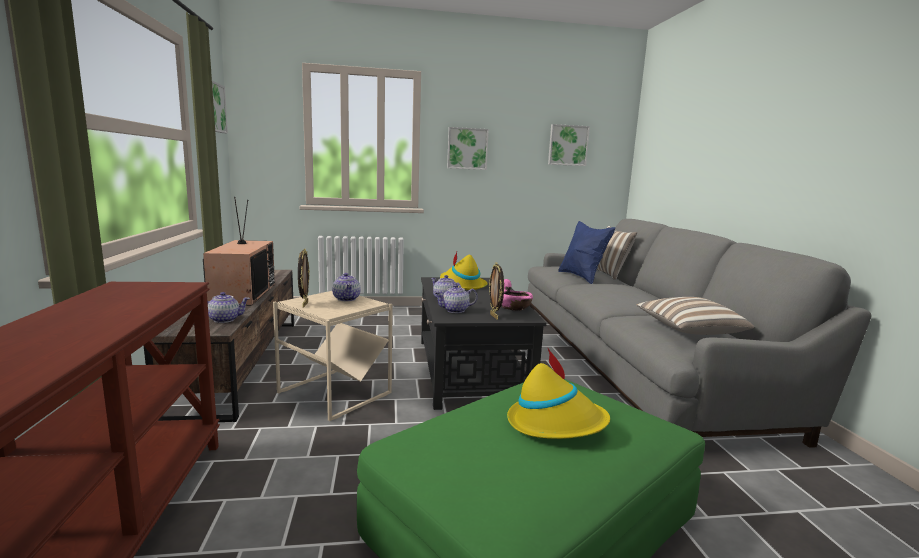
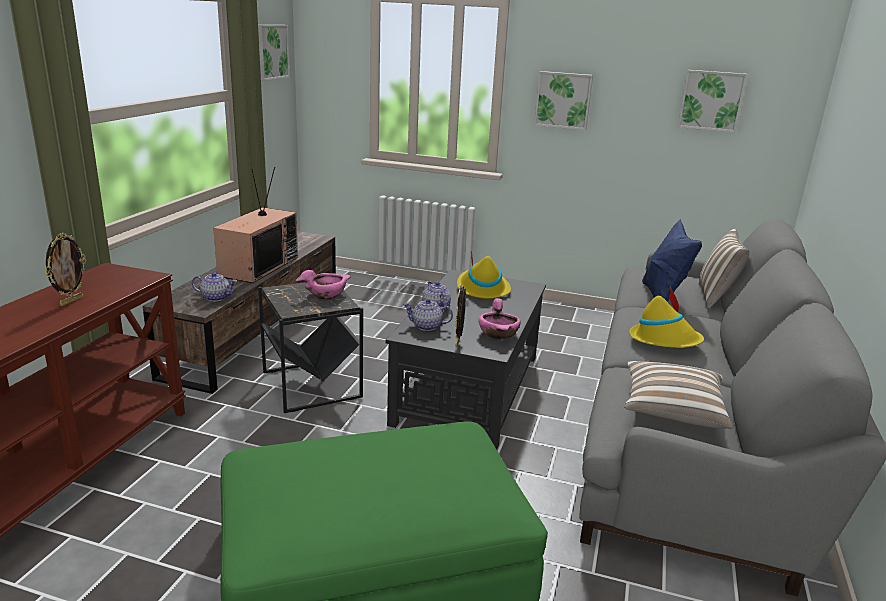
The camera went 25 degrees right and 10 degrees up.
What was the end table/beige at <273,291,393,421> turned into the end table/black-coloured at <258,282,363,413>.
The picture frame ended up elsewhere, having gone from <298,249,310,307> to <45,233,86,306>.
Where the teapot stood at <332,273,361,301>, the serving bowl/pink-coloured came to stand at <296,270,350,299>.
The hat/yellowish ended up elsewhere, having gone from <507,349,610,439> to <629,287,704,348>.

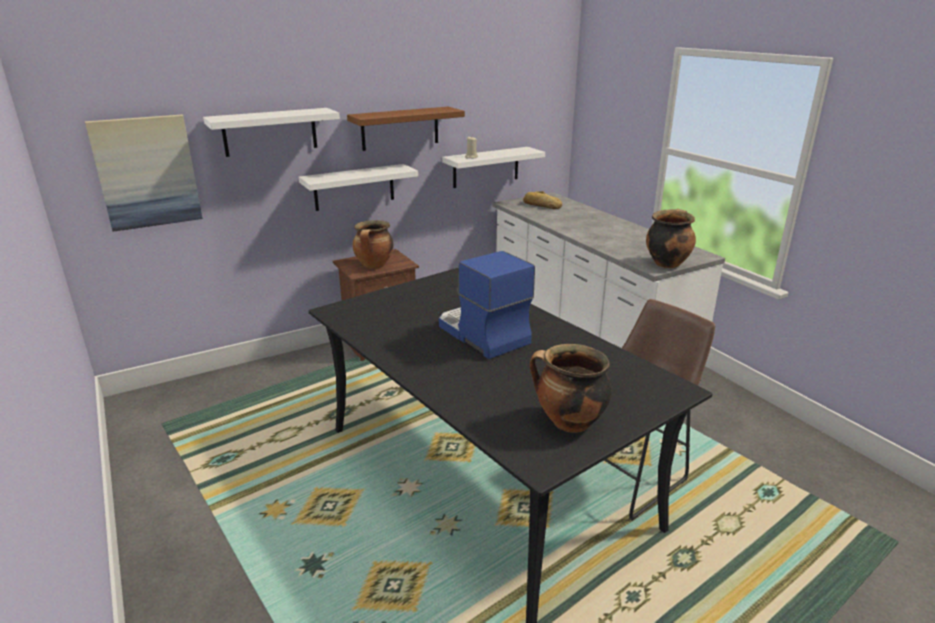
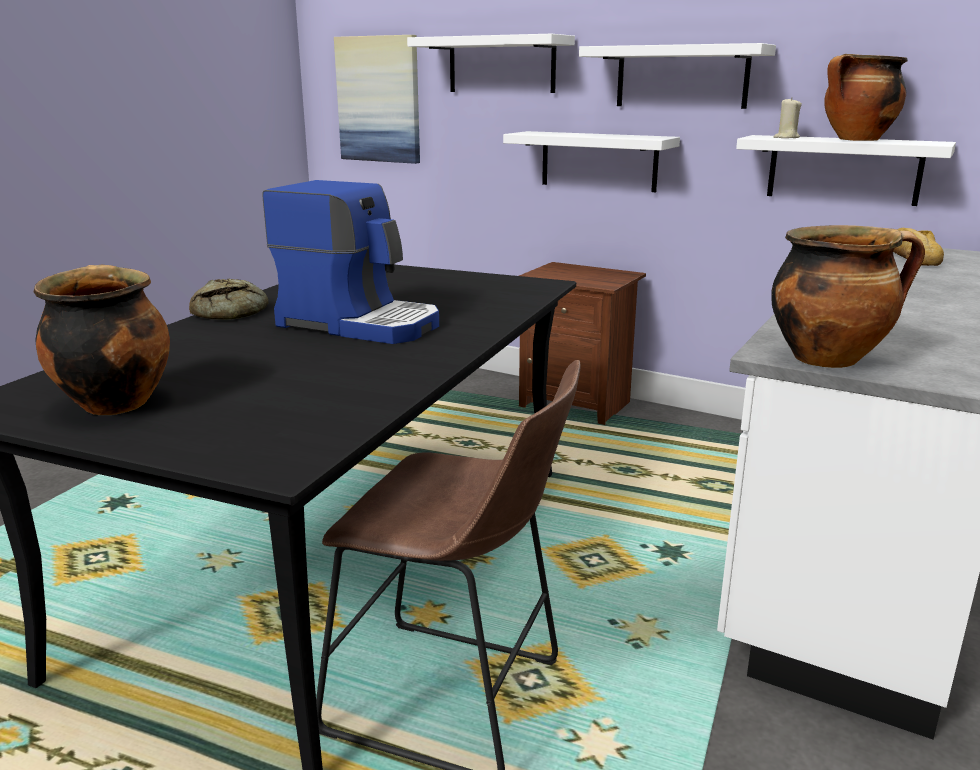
The camera went 60 degrees right and 5 degrees down.
What was the bracket shelf/brown-coloured at <347,107,465,151> turned into the bracket shelf/white-coloured at <579,43,776,109>.
The stockpot ended up elsewhere, having gone from <352,220,394,269> to <824,54,908,141>.
The coffee maker at <439,251,535,359> ended up facing another way, 90 degrees clockwise from before.
The second view gained the bakery bread at <189,279,269,320>.

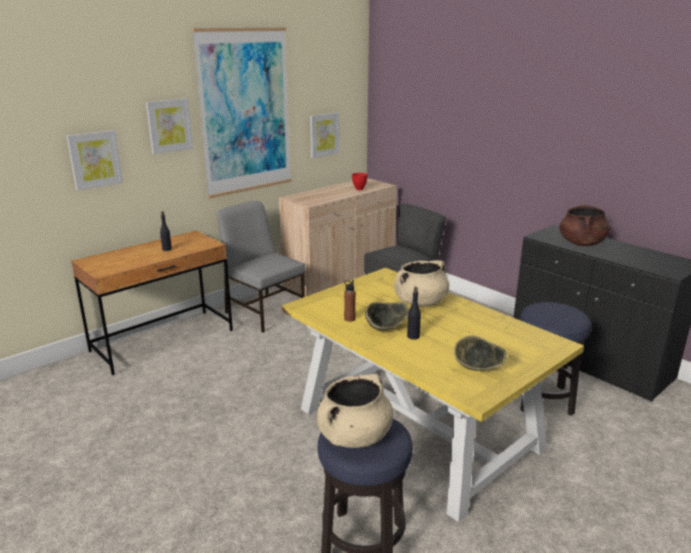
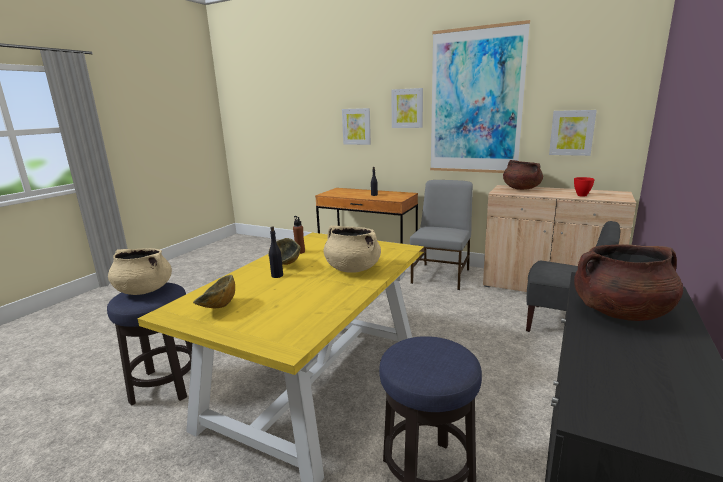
The camera went 70 degrees right and 5 degrees down.
The second view gained the stockpot/brown-coloured at <503,160,543,190>.

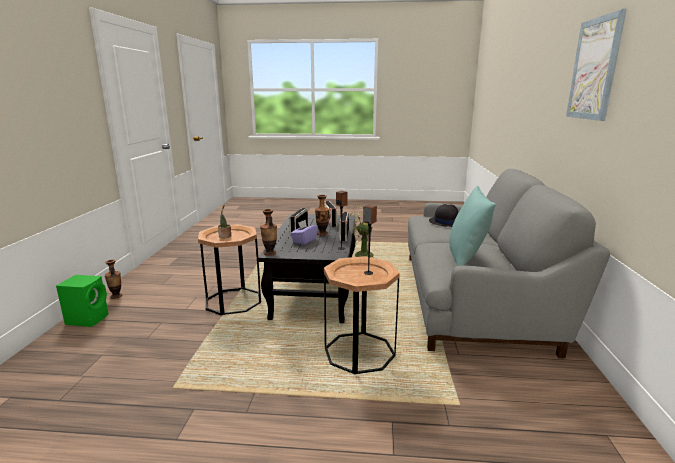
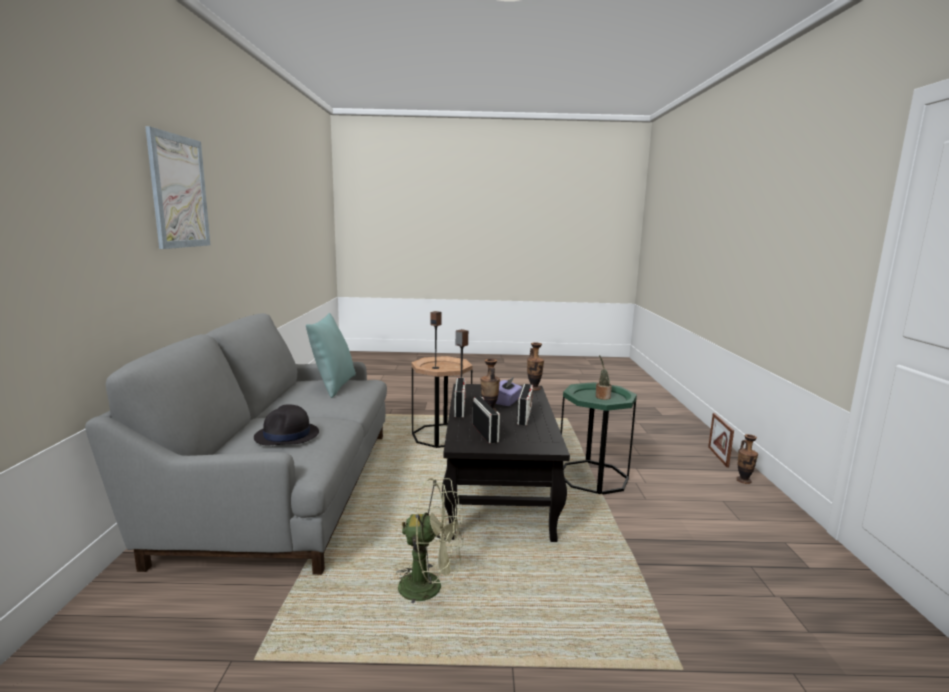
The camera went 175 degrees right and 5 degrees down.
Where the loudspeaker/green stood at <56,275,109,327>, the picture frame came to stand at <708,413,734,468>.
What was the end table/brown-coloured at <198,224,261,316> turned into the end table/green at <561,382,637,495>.

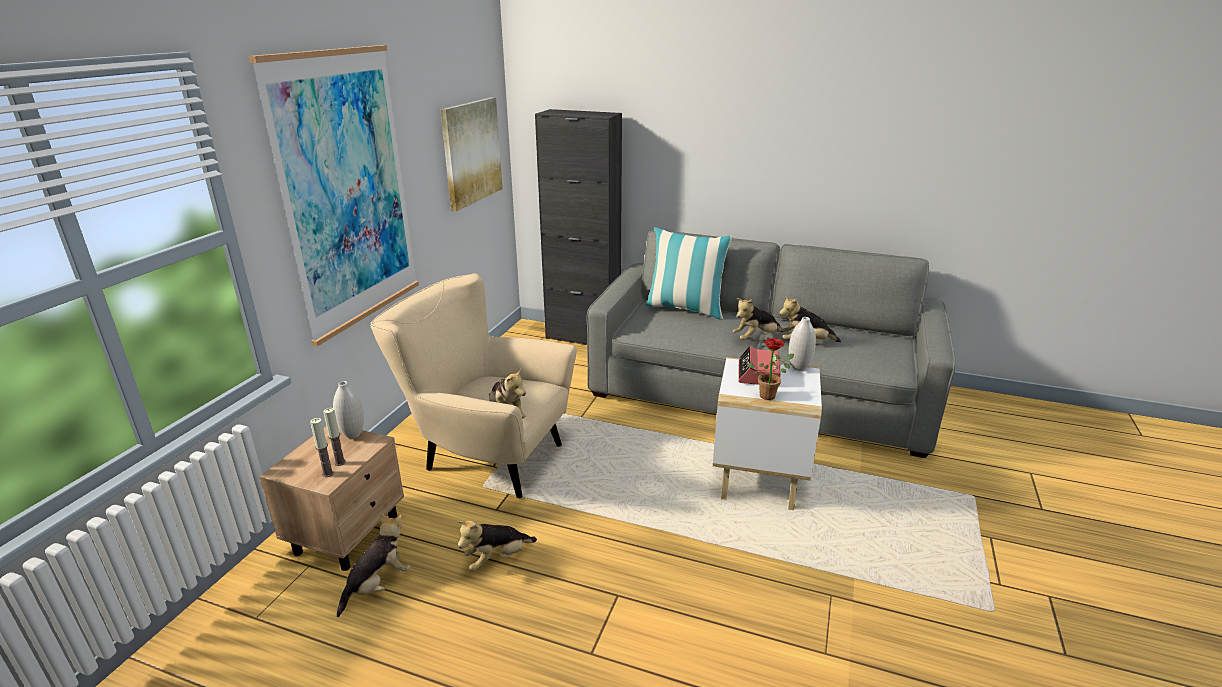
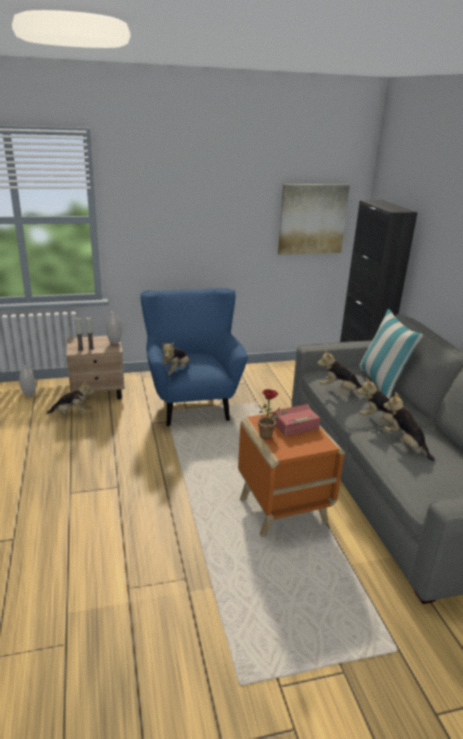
The camera went 55 degrees right and 0 degrees up.
The second view lost the wall art at <248,45,419,346>.
What was the lounge chair/beige at <371,273,577,499> turned into the lounge chair/blue-coloured at <141,288,248,427>.
The plush toy ended up elsewhere, having gone from <457,521,537,571> to <317,350,366,396>.
What was the end table/white-coloured at <713,357,822,510> turned into the end table/orangey at <238,413,345,537>.
The vase/white-coloured ended up elsewhere, having gone from <789,317,816,371> to <19,365,36,397>.

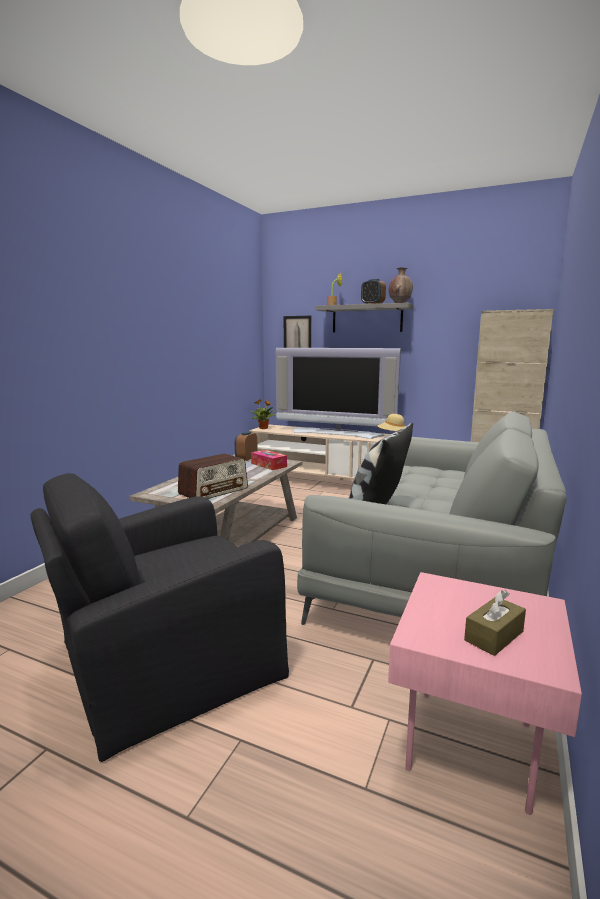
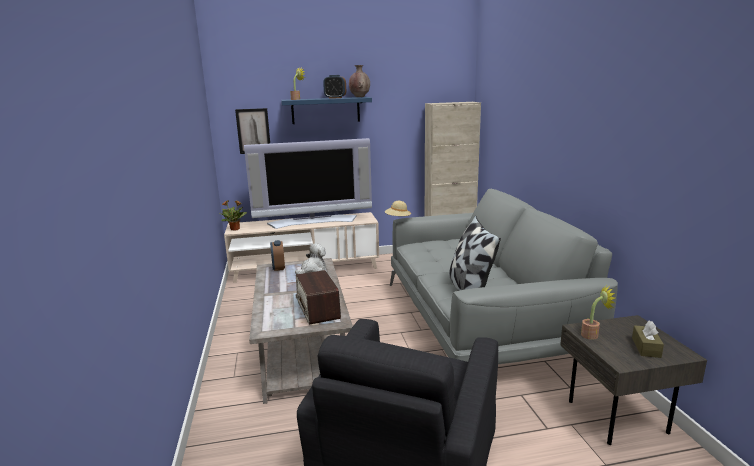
The camera went 35 degrees left and 5 degrees up.
The radio set at <178,454,248,499> ended up facing another way, 150 degrees clockwise from before.
Where the box of tissues stood at <251,450,287,470>, the plush toy came to stand at <295,243,326,275>.
What was the bracket shelf/greyish at <316,303,413,332> turned into the bracket shelf/blue-coloured at <281,97,372,124>.
What was the end table/pink-coloured at <388,572,582,815> turned into the end table/greyish at <560,315,707,445>.
The second view gained the plant in a pot at <581,285,615,340>.

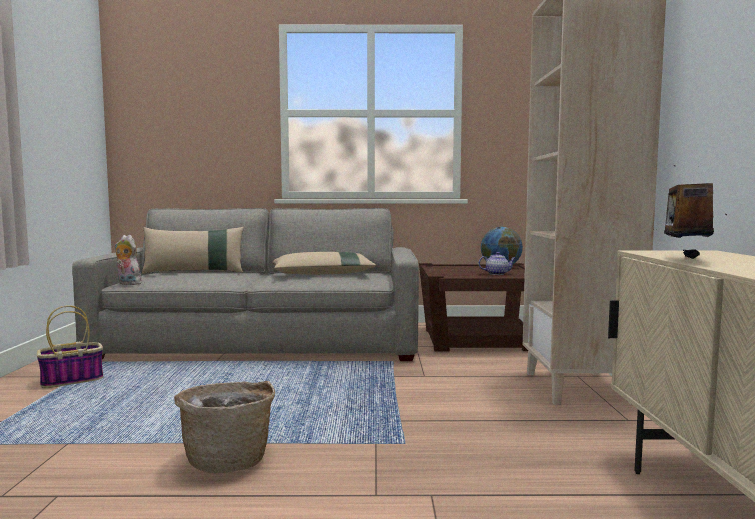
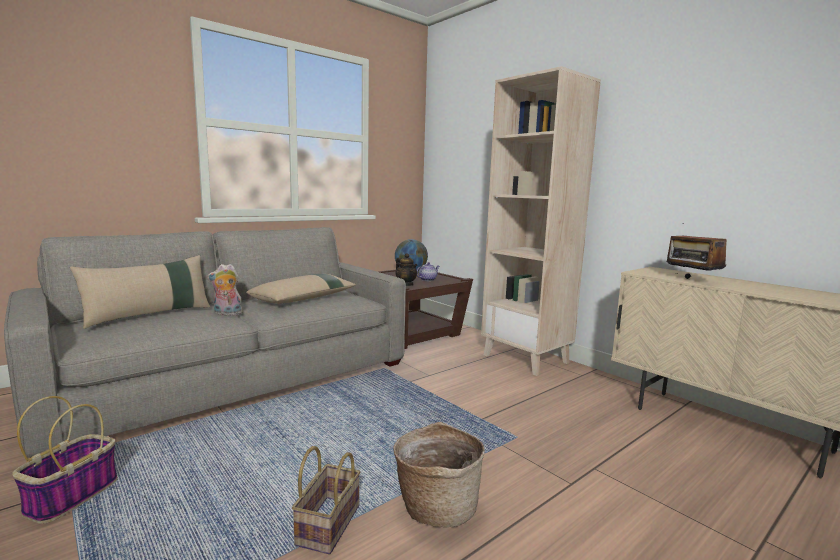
The camera went 40 degrees left and 5 degrees up.
The plush toy ended up elsewhere, having gone from <115,235,142,285> to <207,264,245,316>.
The second view gained the storage basket at <292,446,360,554>.
The second view gained the teapot at <396,253,418,286>.

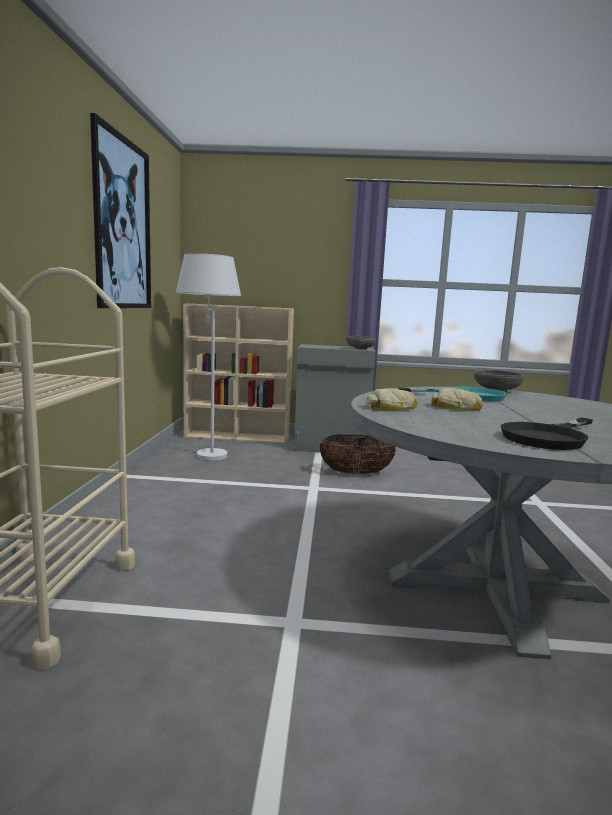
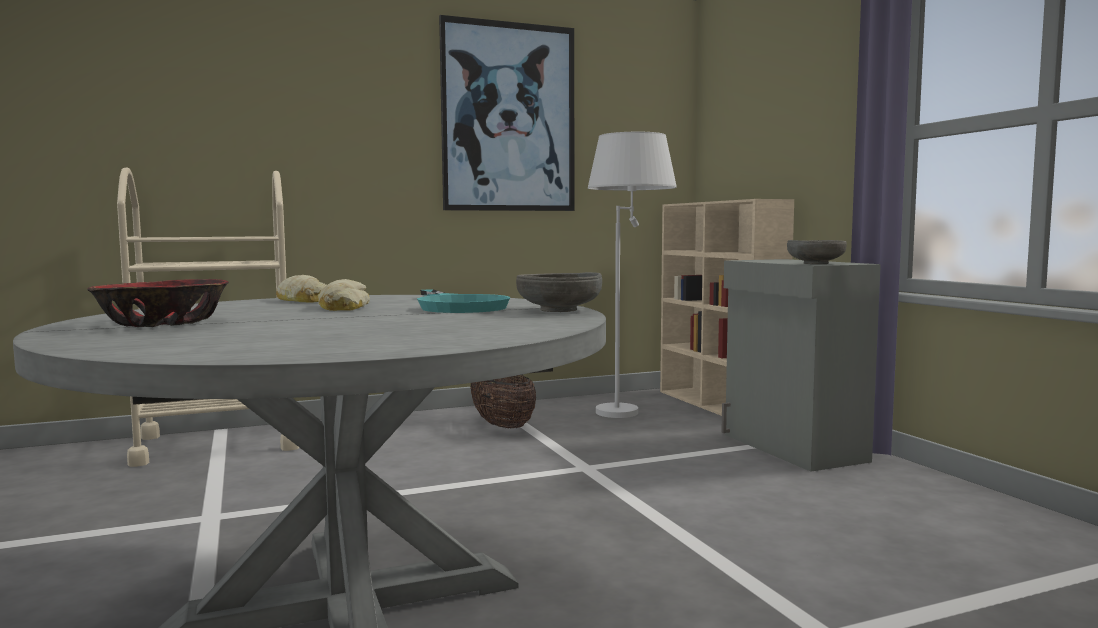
The camera went 65 degrees right and 5 degrees down.
The storage basket ended up elsewhere, having gone from <319,435,396,474> to <470,375,536,429>.
Where the frying pan/black-coloured stood at <501,417,593,450>, the serving bowl came to stand at <87,279,229,327>.

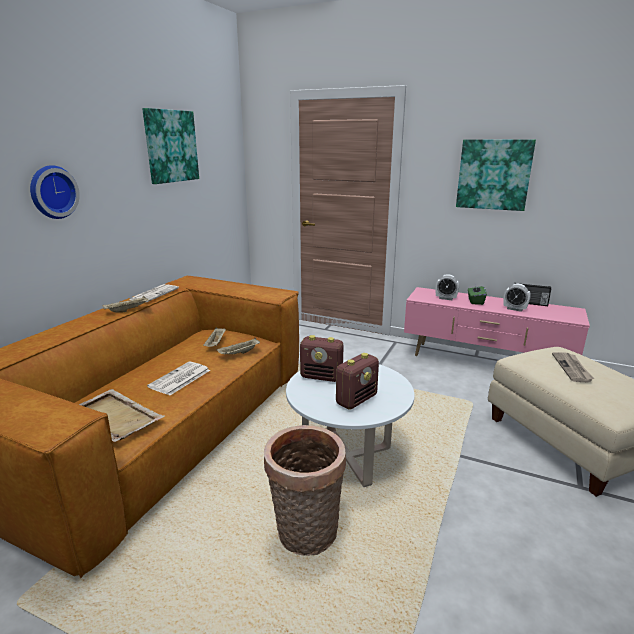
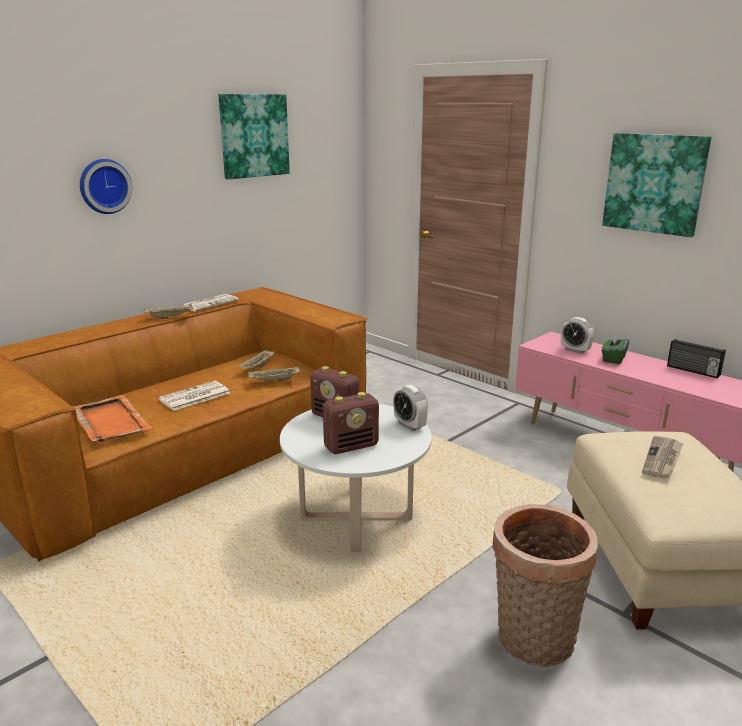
The camera went 20 degrees right and 0 degrees up.
What was the carrying tray/beige at <79,389,165,442> turned into the carrying tray/orangey at <73,395,153,442>.
The storage basket ended up elsewhere, having gone from <264,425,346,556> to <493,504,598,667>.
The bedside clock ended up elsewhere, having gone from <503,283,531,312> to <393,385,428,431>.

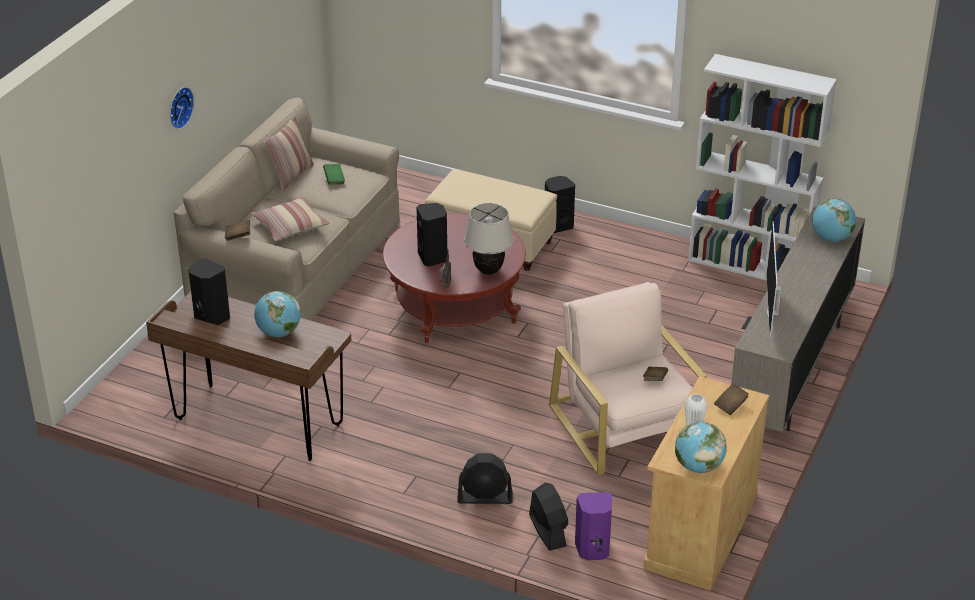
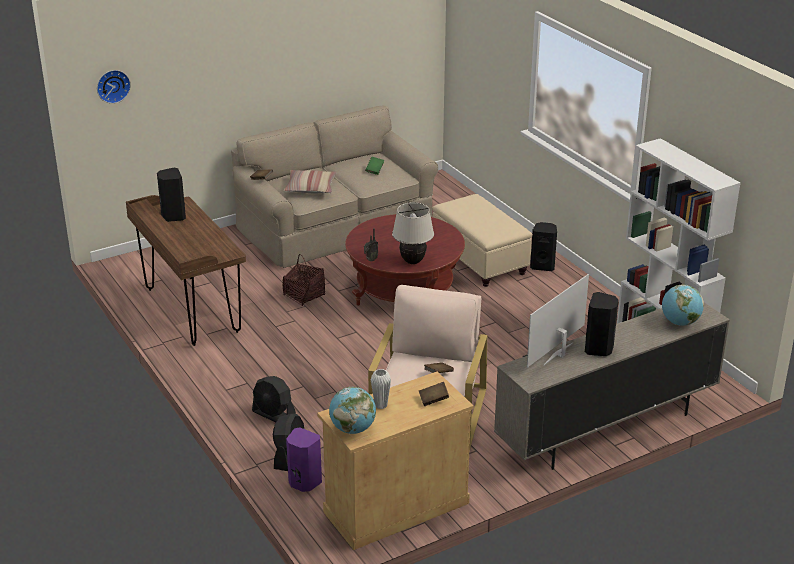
The camera went 35 degrees right and 5 degrees down.
The wall clock ended up elsewhere, having gone from <170,87,194,129> to <97,70,131,104>.
The second view lost the world globe at <254,291,301,337>.
The second view lost the throw pillow at <263,116,314,191>.
The loudspeaker/black-coloured ended up elsewhere, having gone from <417,203,447,266> to <585,292,619,356>.
The second view gained the storage basket at <283,254,325,306>.

